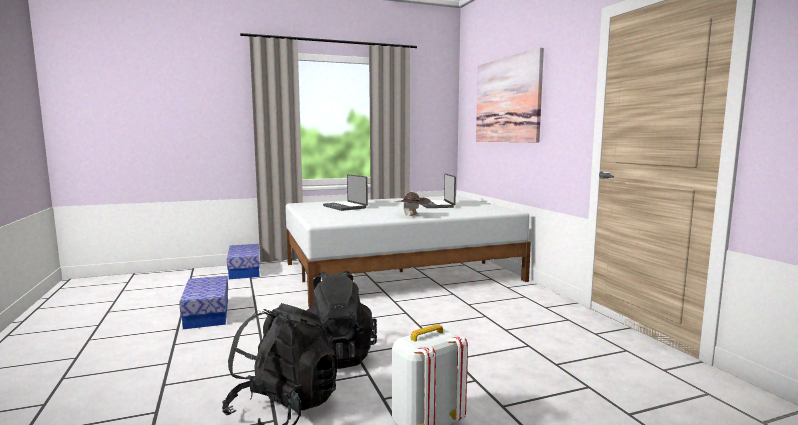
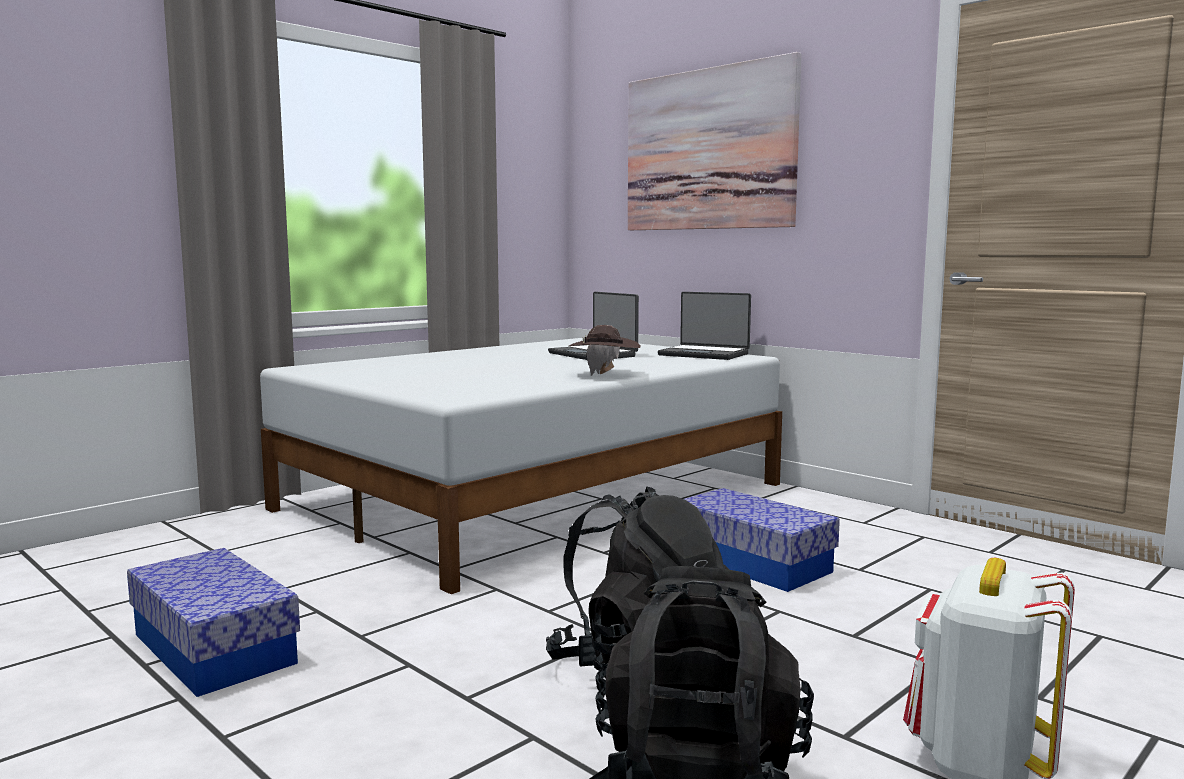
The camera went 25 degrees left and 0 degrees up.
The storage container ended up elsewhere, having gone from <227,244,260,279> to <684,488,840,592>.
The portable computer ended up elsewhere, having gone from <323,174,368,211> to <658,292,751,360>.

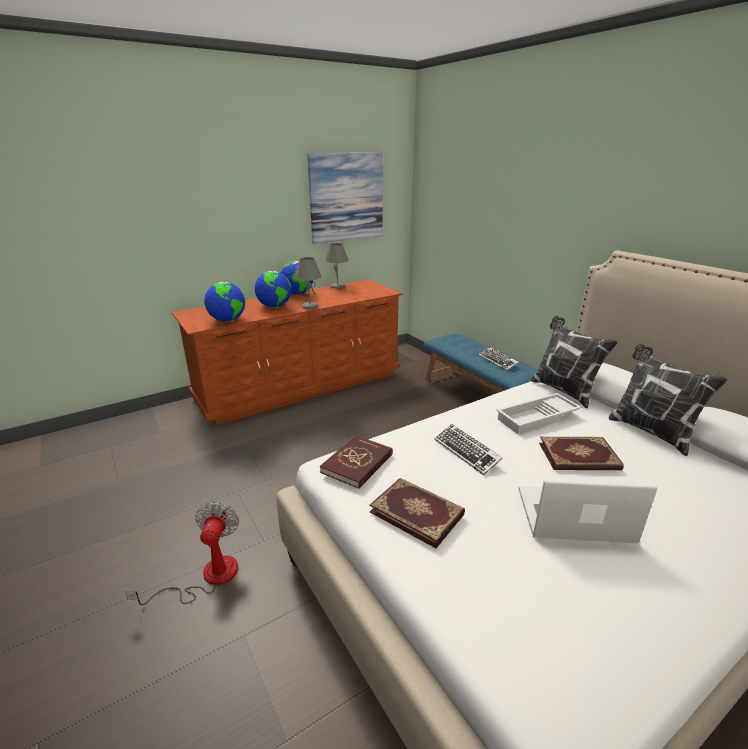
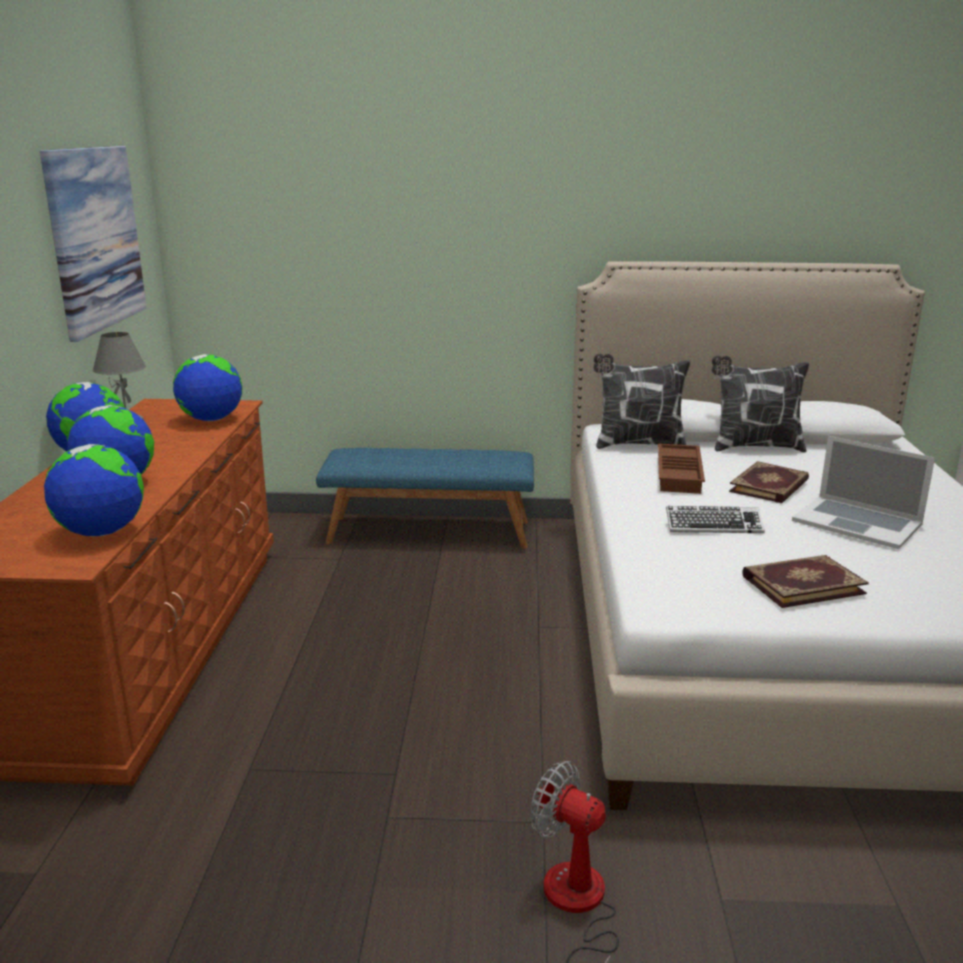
The camera went 55 degrees left and 5 degrees down.
The second view lost the lamp for a table/greyish at <294,257,322,309>.
The second view lost the bound book/reddish at <320,435,393,489>.
The second view lost the PC keyboard at <478,347,519,371>.
What was the carrying tray/white-coloured at <496,393,582,434> turned into the carrying tray/brown-coloured at <658,443,705,494>.
The portable computer at <518,480,658,544> ended up facing another way, 90 degrees counterclockwise from before.
The second view gained the world globe at <173,354,242,421>.

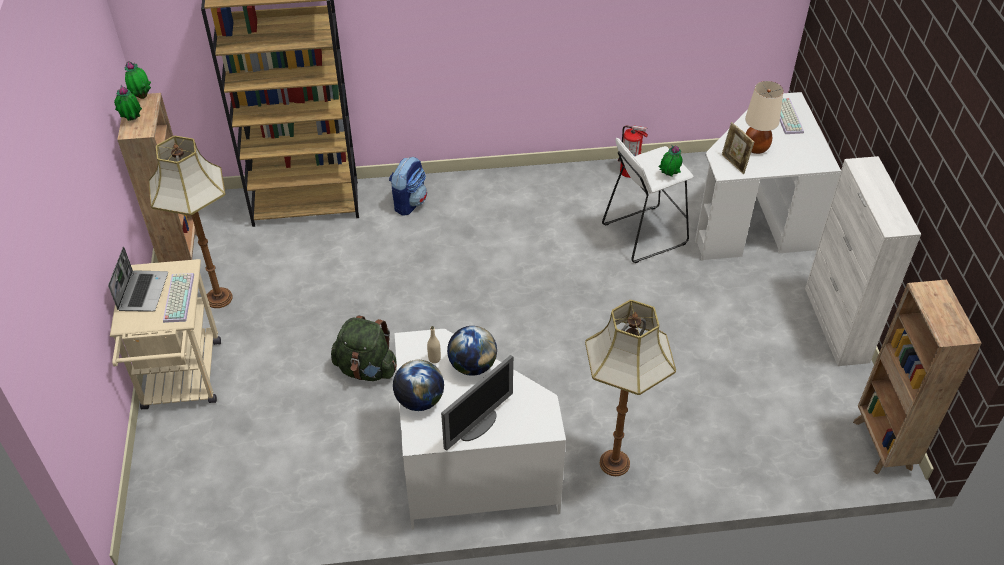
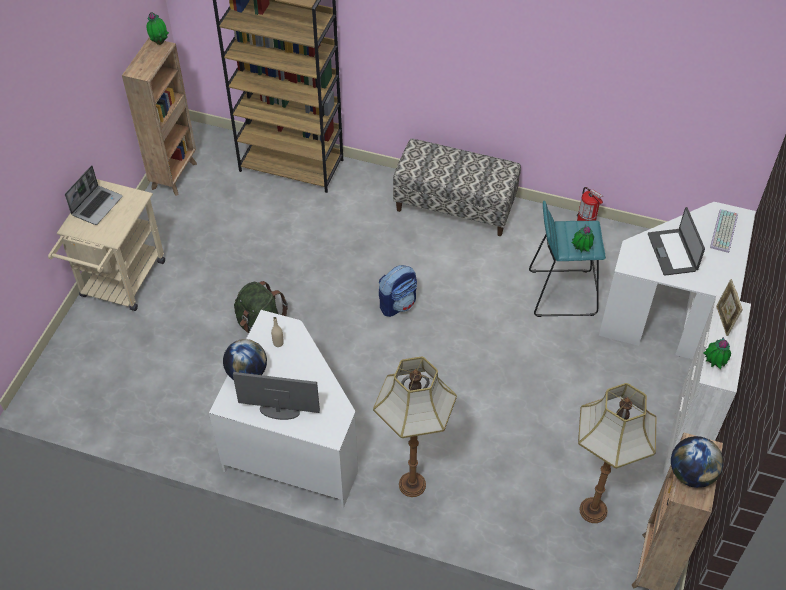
The camera went 25 degrees right and 5 degrees up.
The plant in a pot ended up elsewhere, having gone from <114,85,142,121> to <703,337,731,369>.
The standard lamp ended up elsewhere, having gone from <148,136,233,308> to <578,383,656,523>.
The second view lost the PC keyboard at <163,273,194,323>.
The backpack ended up elsewhere, having gone from <389,157,427,216> to <379,265,417,317>.
The computer display at <441,355,514,451> ended up facing another way, 150 degrees counterclockwise from before.
The world globe ended up elsewhere, having gone from <447,326,497,376> to <671,436,723,488>.
What was the stool/white-coloured at <602,138,694,263> turned into the stool/turquoise-coloured at <529,200,606,317>.
The picture frame ended up elsewhere, having gone from <722,122,754,174> to <716,279,743,336>.
Where the lamp for a table/beige stood at <745,81,784,154>, the portable computer came to stand at <648,207,705,276>.
The second view gained the long seat at <393,139,521,236>.

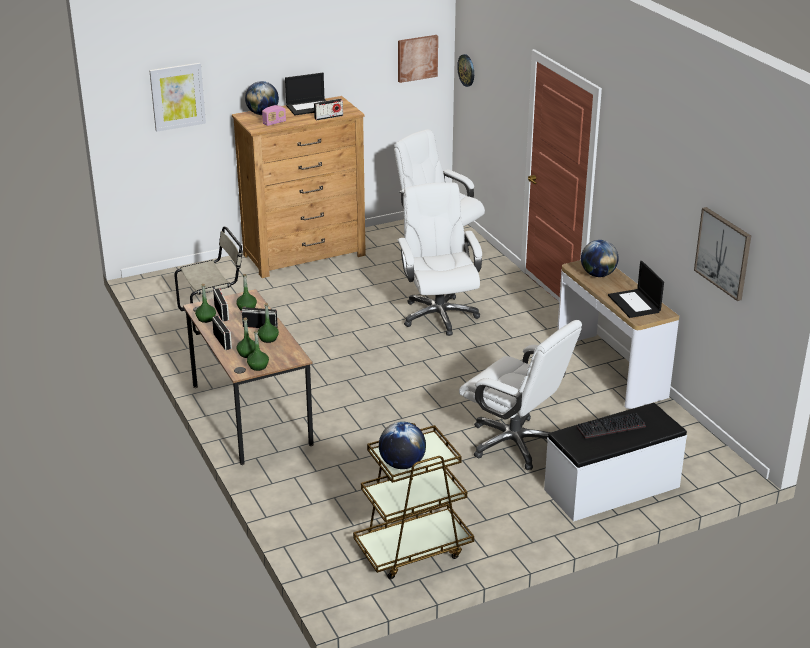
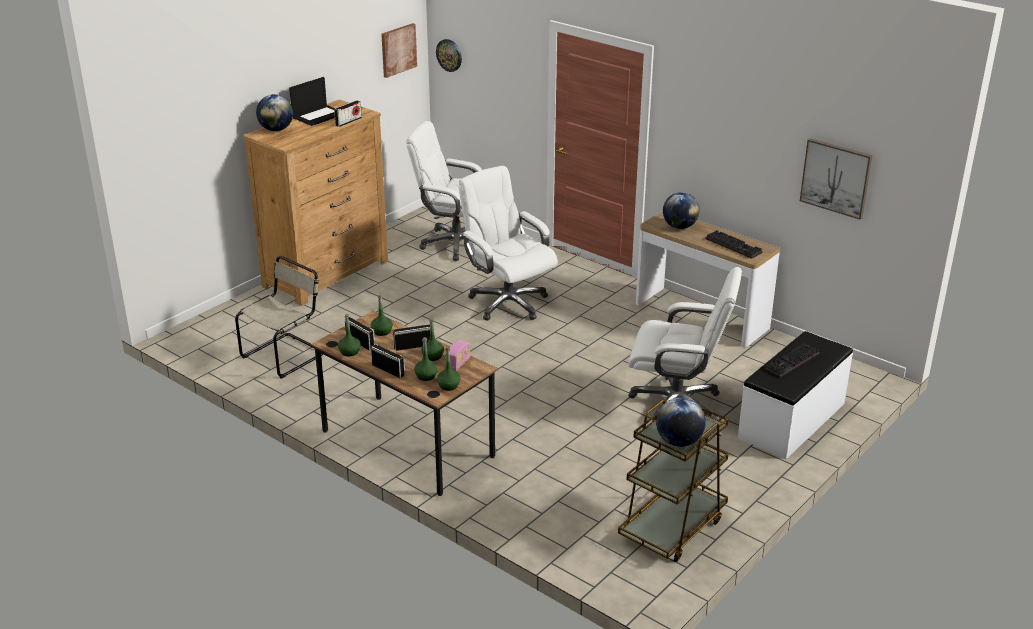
The camera went 25 degrees left and 0 degrees up.
The second view lost the wall art at <149,63,206,132>.
The radio set ended up elsewhere, having gone from <262,105,286,126> to <450,340,470,371>.
Where the portable computer stood at <608,261,664,318>, the PC keyboard came to stand at <705,230,763,259>.

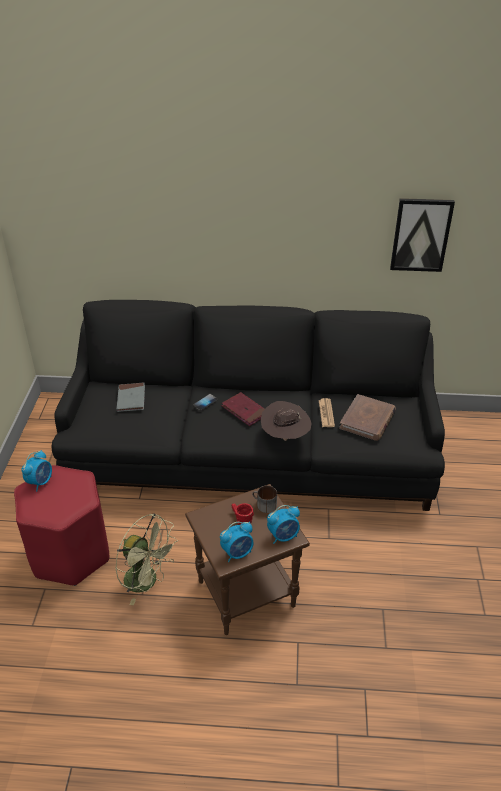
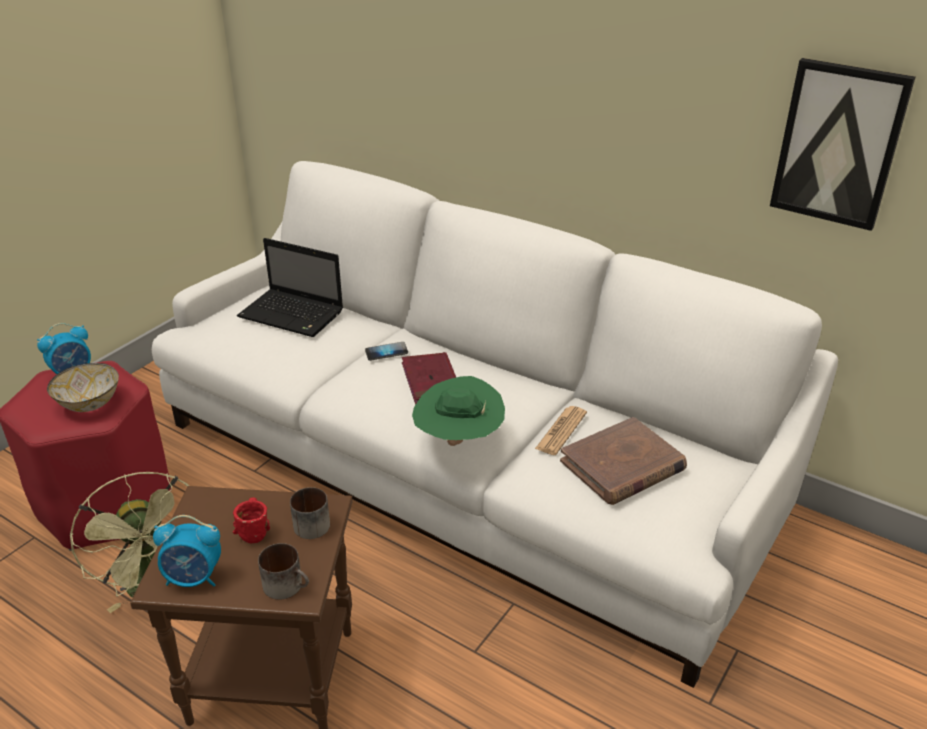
The camera went 30 degrees right and 5 degrees down.
What was the settee/black-coloured at <52,300,445,511> turned into the settee/white-coloured at <152,161,838,688>.
Where the bound book/greyish stood at <117,382,145,412>, the portable computer came to stand at <237,238,343,337>.
What was the hat/brown-coloured at <261,401,312,441> turned into the hat/green at <412,376,505,446>.
Where the bedside clock stood at <267,505,300,544>, the tea mug came to stand at <258,543,309,600>.
The second view gained the serving bowl at <47,363,119,412>.

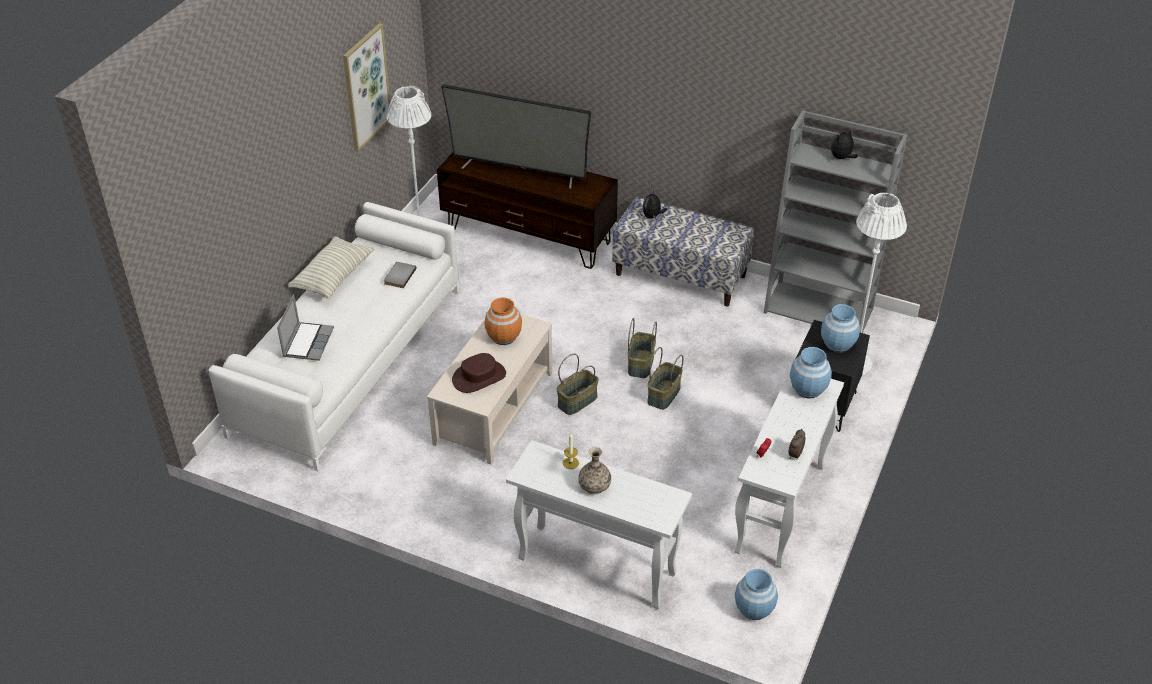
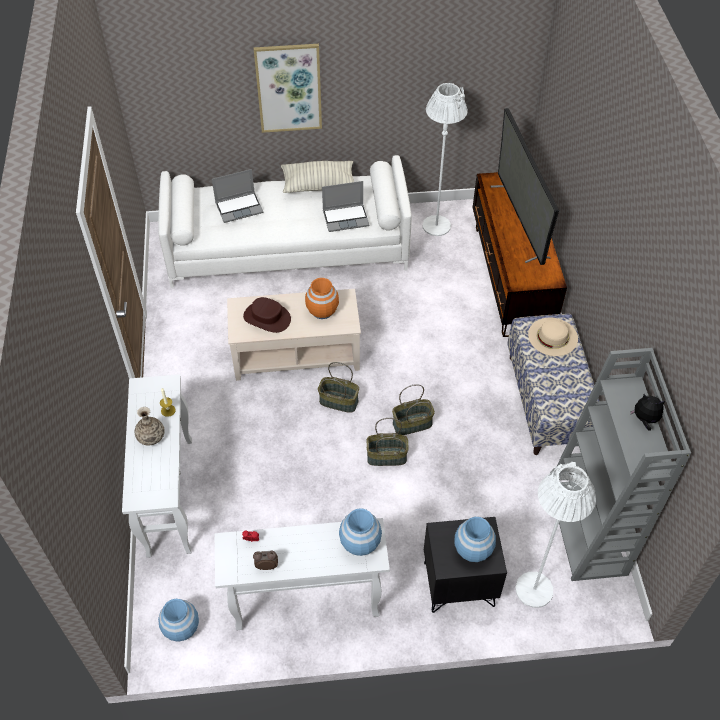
The camera went 60 degrees right and 10 degrees up.
The wall art ended up elsewhere, having gone from <343,23,391,151> to <254,44,322,133>.
Where the bound book/greyish stood at <384,262,417,288>, the portable computer came to stand at <322,181,369,232>.
Where the plush toy stood at <643,190,667,219>, the hat/beige came to stand at <528,317,578,356>.

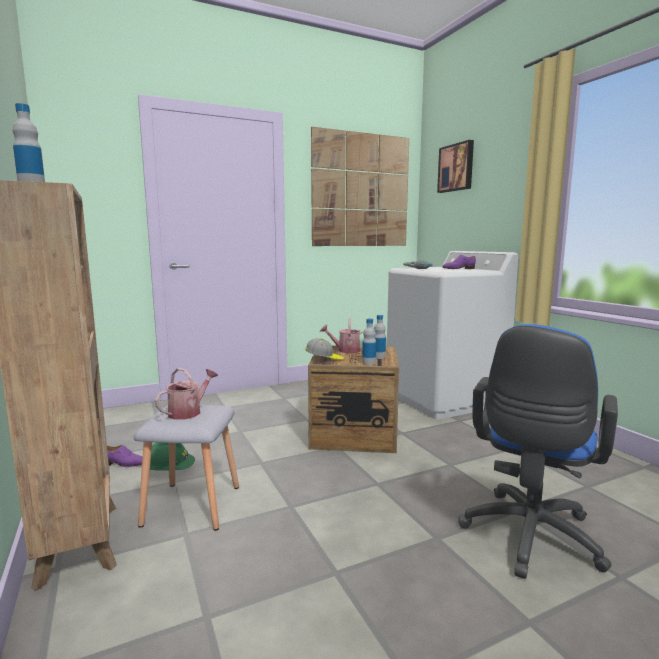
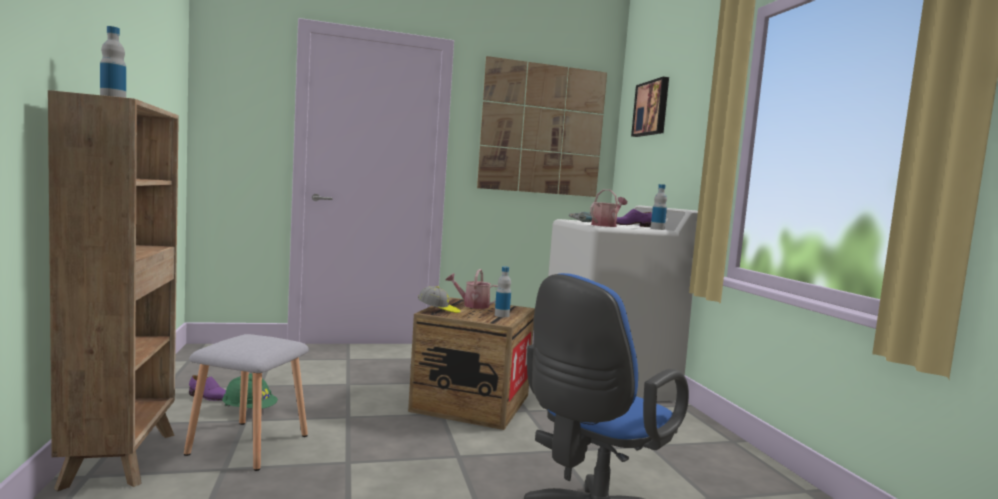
The camera went 10 degrees right and 5 degrees down.
The sprinkling can ended up elsewhere, having gone from <155,368,218,420> to <590,189,627,227>.
The drink bottle ended up elsewhere, having gone from <362,319,376,365> to <651,184,667,230>.

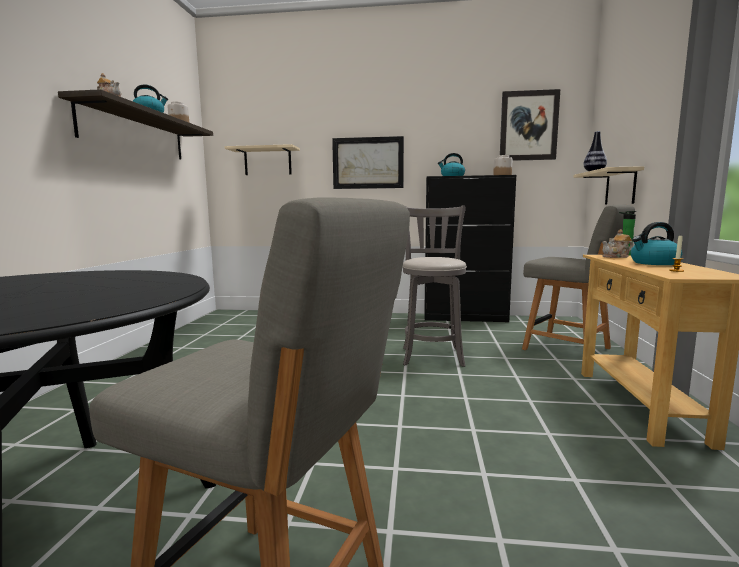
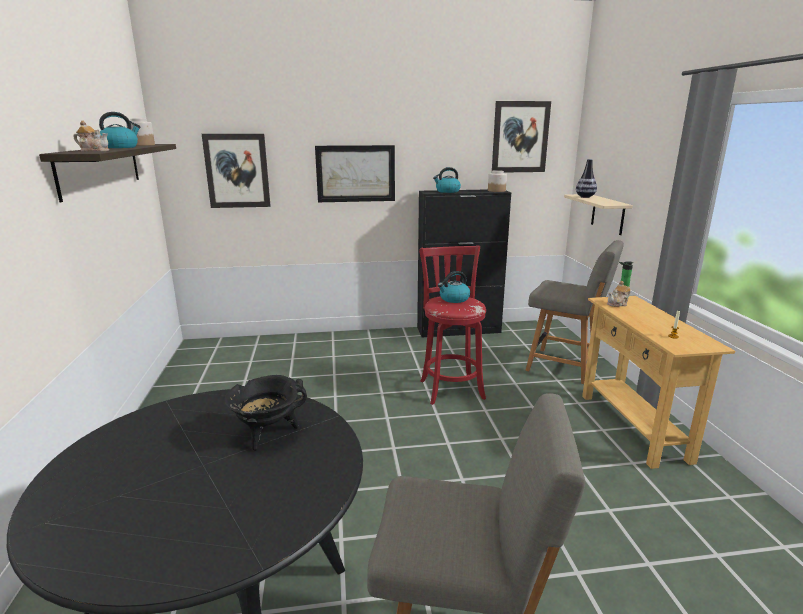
The camera went 15 degrees left and 10 degrees up.
Where the bracket shelf/beige hung at <225,144,300,175>, the wall art came to hang at <202,134,271,208>.
What was the stool/greyish at <403,205,467,367> turned into the stool/reddish at <419,245,486,405>.
The water kettle ended up elsewhere, having gone from <631,222,682,265> to <438,271,470,303>.
The second view gained the stockpot/black-coloured at <225,375,307,451>.

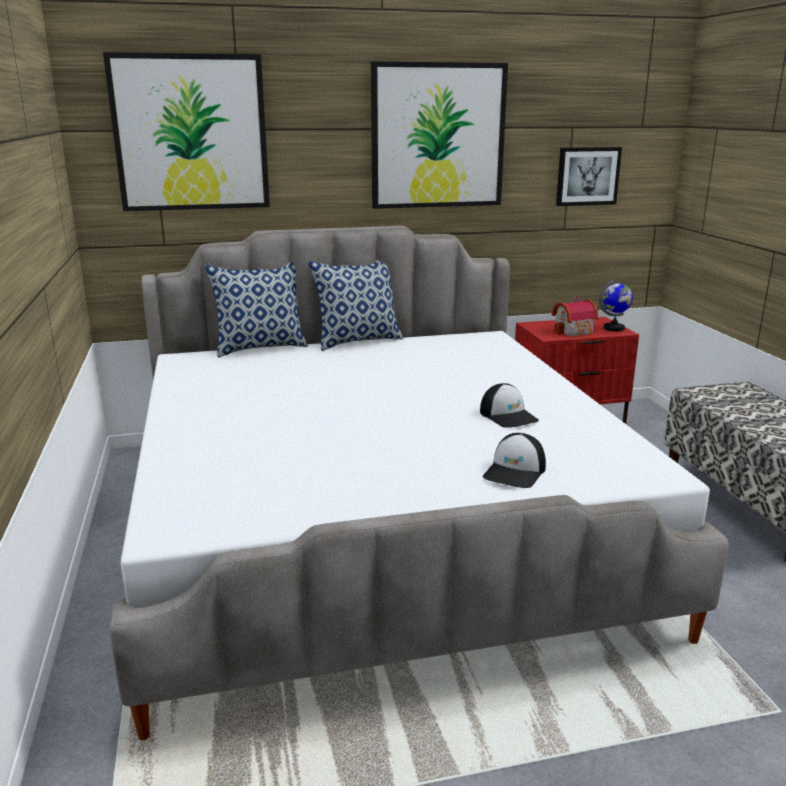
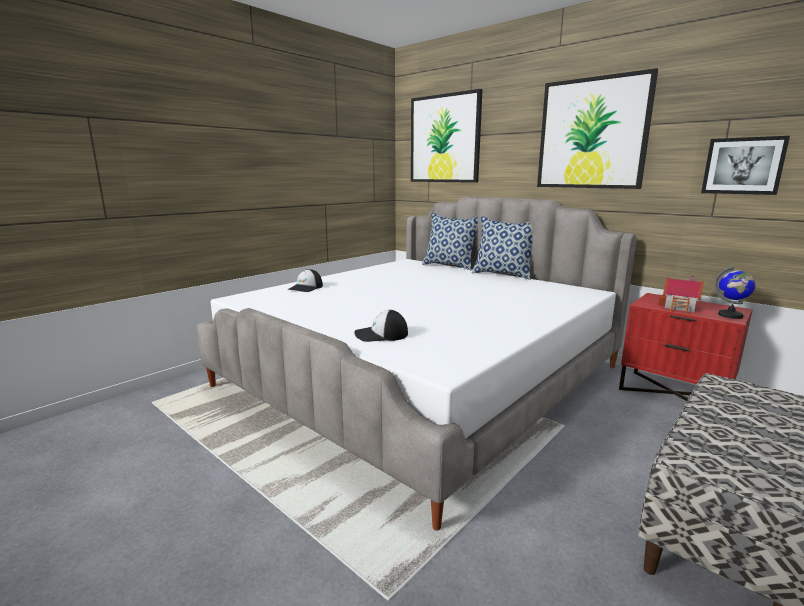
The camera went 55 degrees right and 5 degrees down.
The peaked cap ended up elsewhere, having gone from <480,383,539,428> to <287,269,323,292>.

